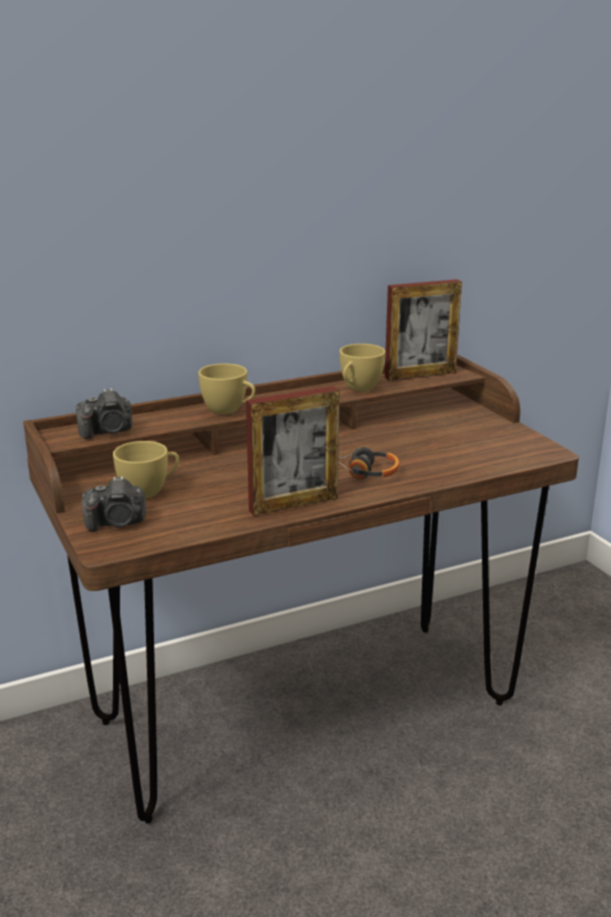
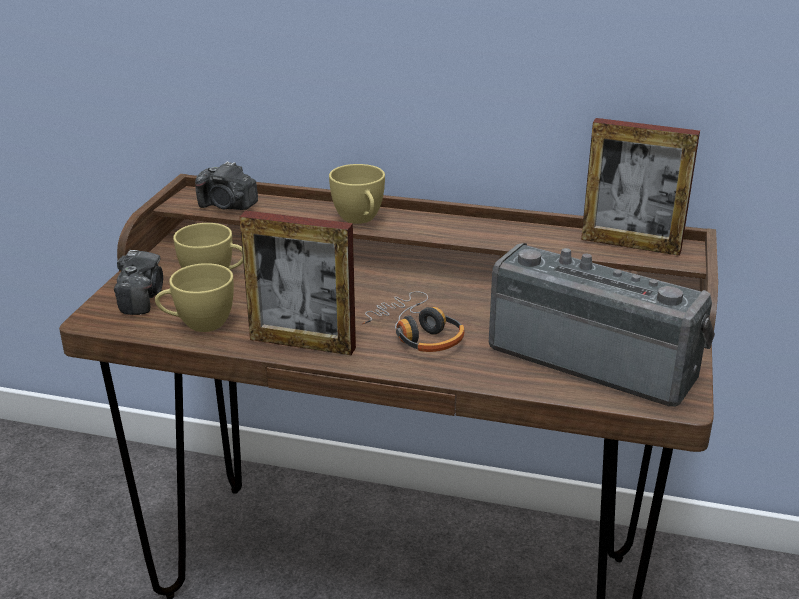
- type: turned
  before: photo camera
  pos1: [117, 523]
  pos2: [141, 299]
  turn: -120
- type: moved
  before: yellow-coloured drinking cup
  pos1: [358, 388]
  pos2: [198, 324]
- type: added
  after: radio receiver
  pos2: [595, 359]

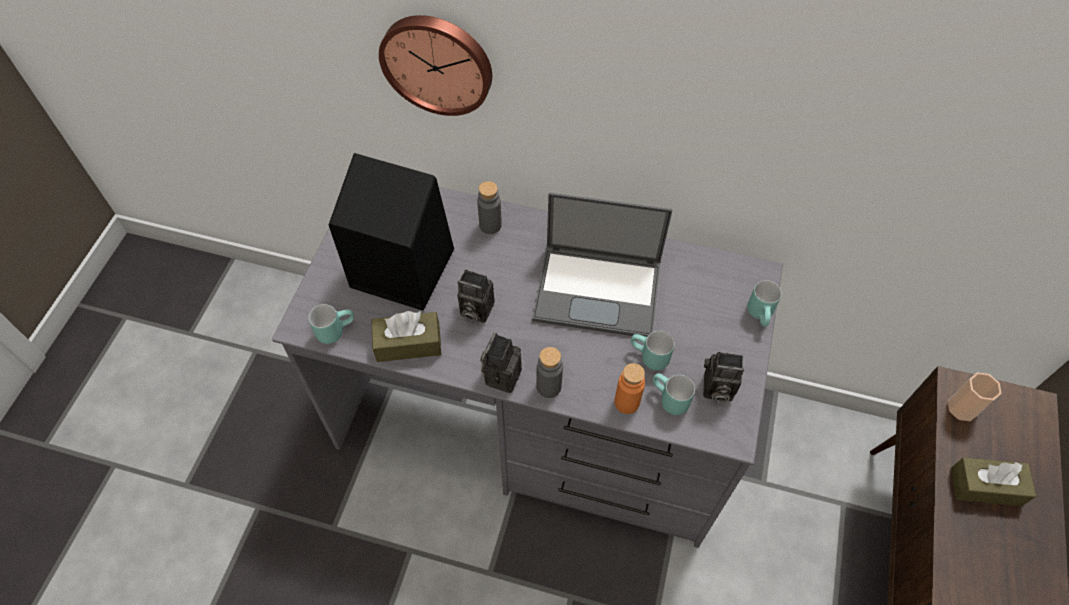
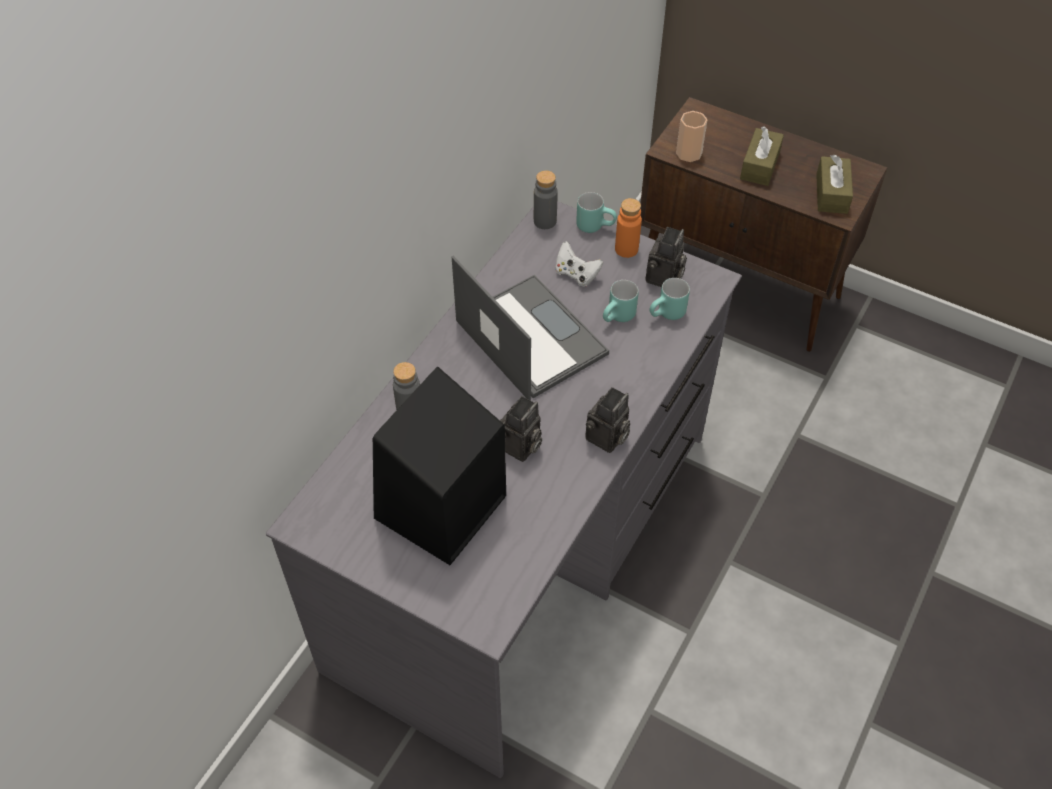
- type: removed
  before: turquoise-coloured tea mug
  pos1: [335, 329]
- type: moved
  before: brown-coloured box of tissues
  pos1: [408, 344]
  pos2: [831, 193]
- type: removed
  before: clock on the wall
  pos1: [437, 63]
- type: turned
  before: photo camera
  pos1: [501, 375]
  pos2: [607, 439]
  turn: -90
- type: turned
  before: laptop
  pos1: [599, 290]
  pos2: [529, 336]
  turn: -60
- type: moved
  before: gray bottle
  pos1: [548, 386]
  pos2: [545, 221]
- type: moved
  before: orange bottle
  pos1: [626, 402]
  pos2: [626, 249]
- type: added
  after: white-coloured joypad
  pos2: [576, 274]

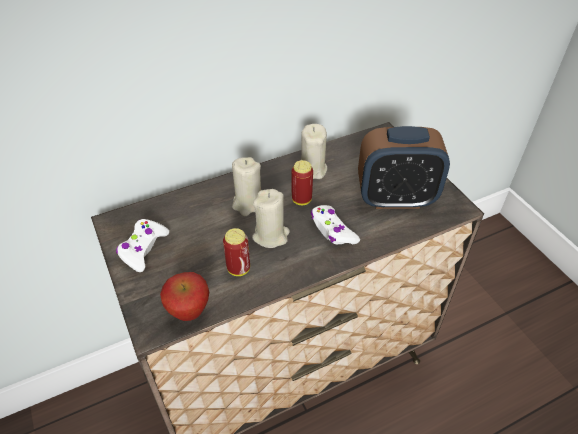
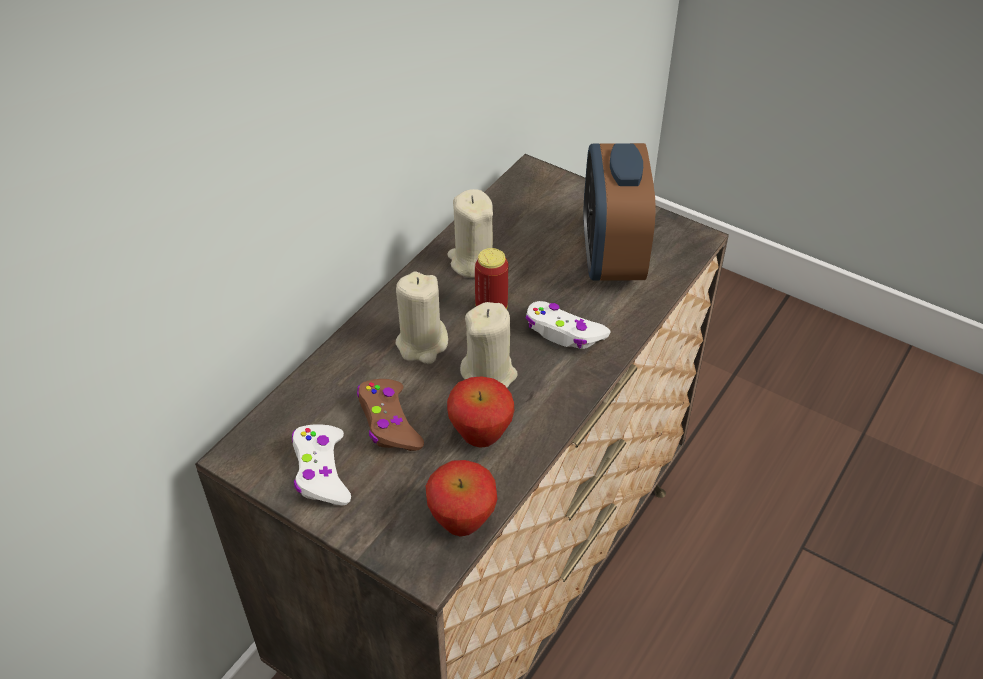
- type: replaced
  before: sealed can
  after: apple fruit
  pos1: [238, 269]
  pos2: [481, 437]
- type: turned
  before: table clock
  pos1: [395, 198]
  pos2: [611, 257]
  turn: 120
- type: added
  after: brown-coloured joypad
  pos2: [389, 422]

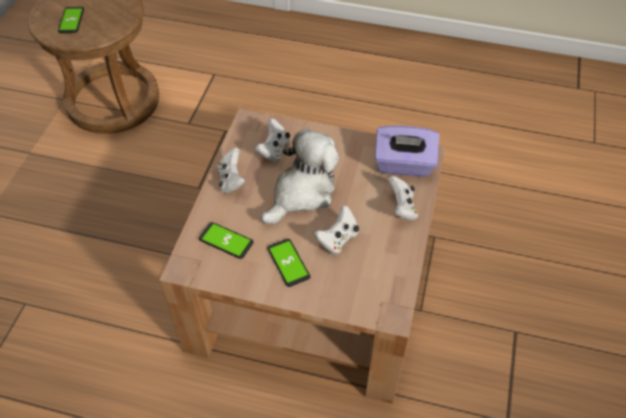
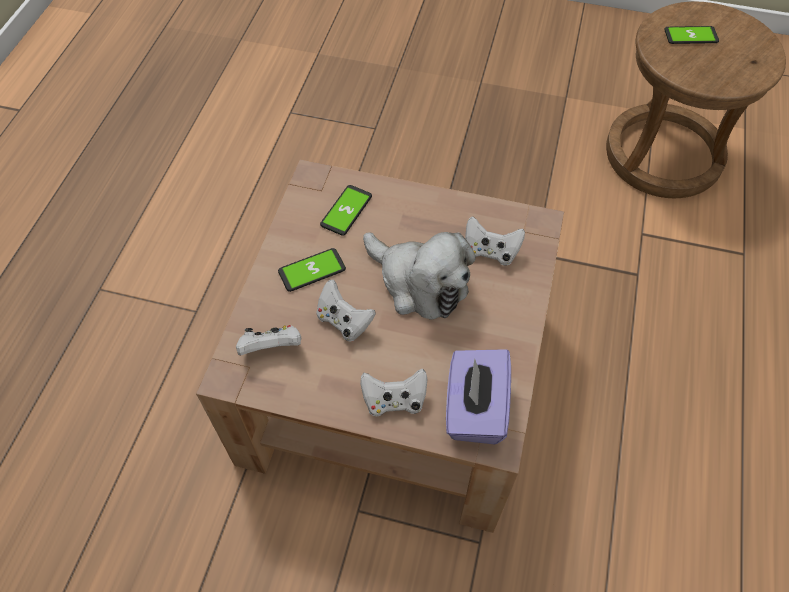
- type: moved
  before: white-coloured joypad
  pos1: [231, 180]
  pos2: [271, 348]

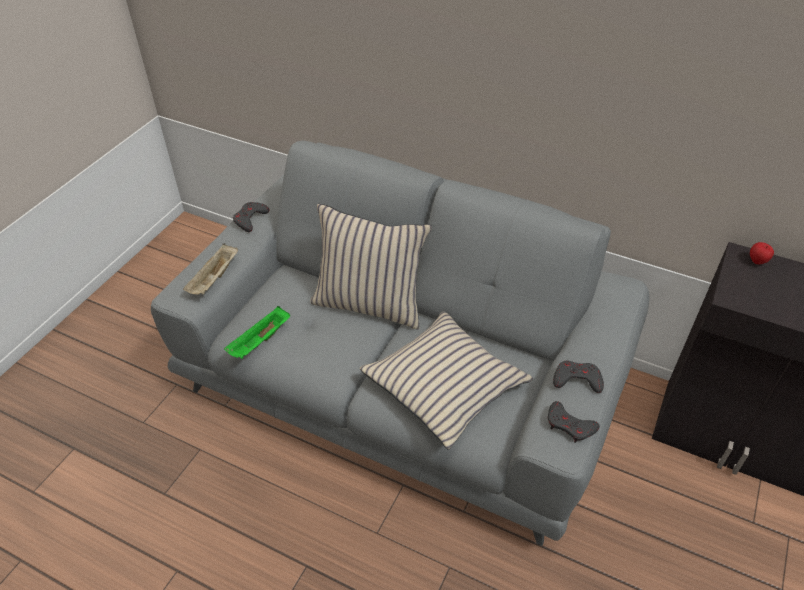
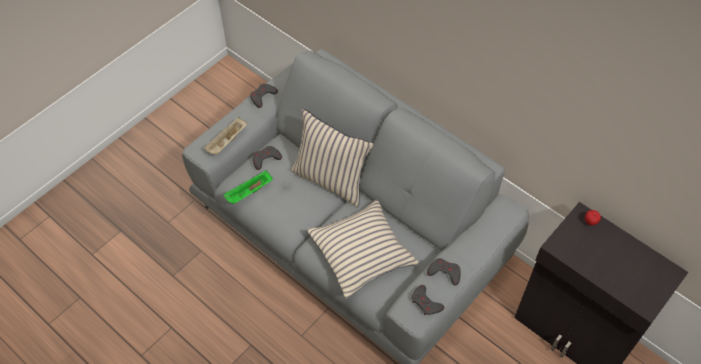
- type: added
  after: gray joypad
  pos2: [265, 159]

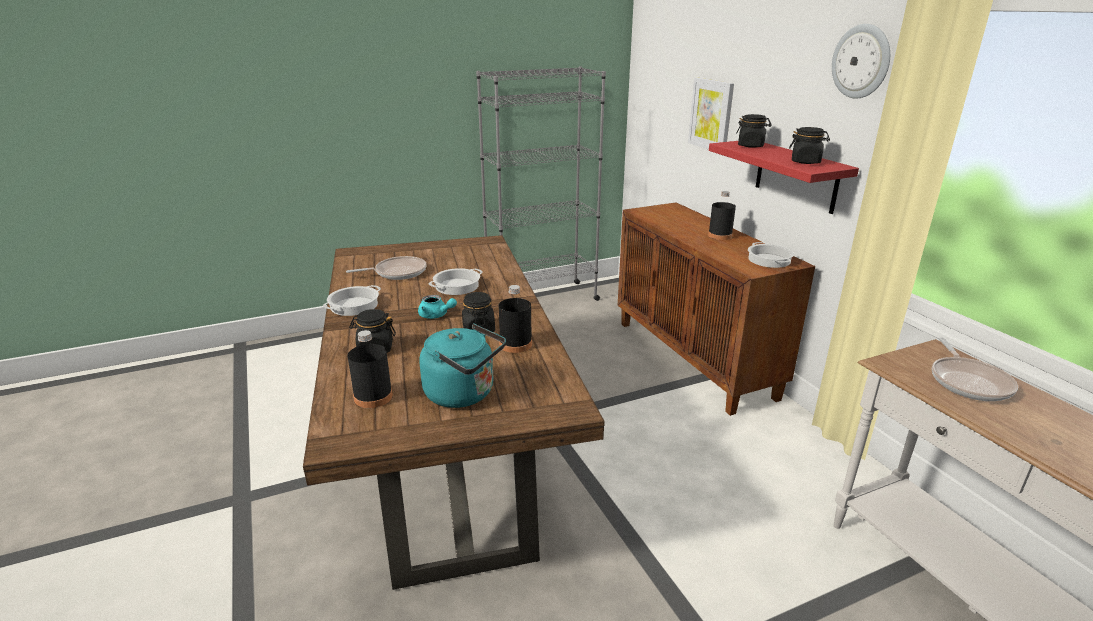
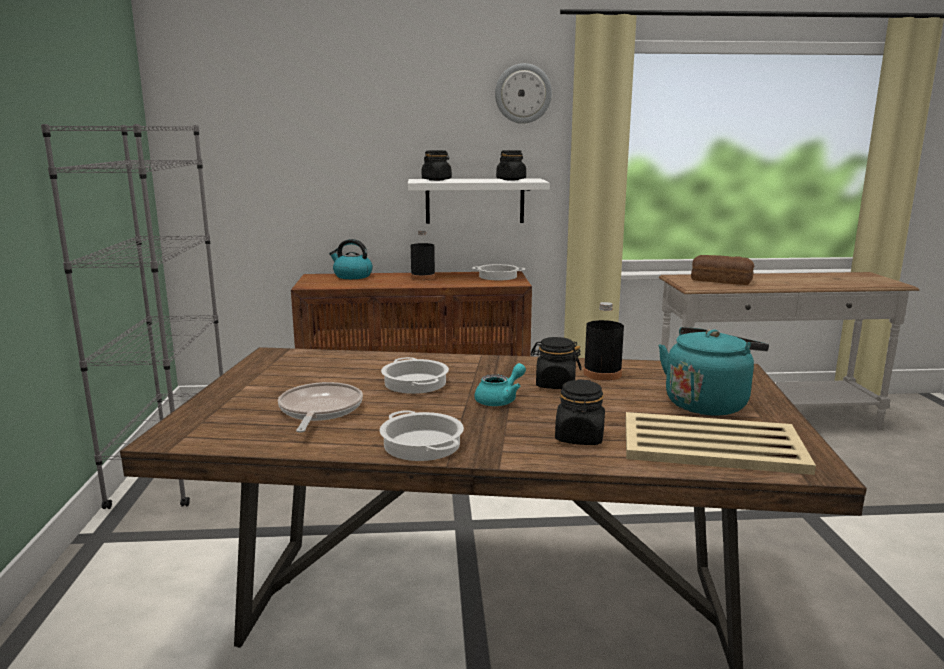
- type: replaced
  before: blackish bottle
  after: sand-coloured serving tray
  pos1: [373, 397]
  pos2: [709, 444]
- type: removed
  before: wall picture
  pos1: [711, 114]
- type: recoloured
  before: reddish bracket shelf
  after: white-coloured bracket shelf
  pos1: [796, 176]
  pos2: [475, 201]
- type: replaced
  before: pan
  after: bread
  pos1: [968, 382]
  pos2: [720, 280]
- type: added
  after: water kettle
  pos2: [352, 276]

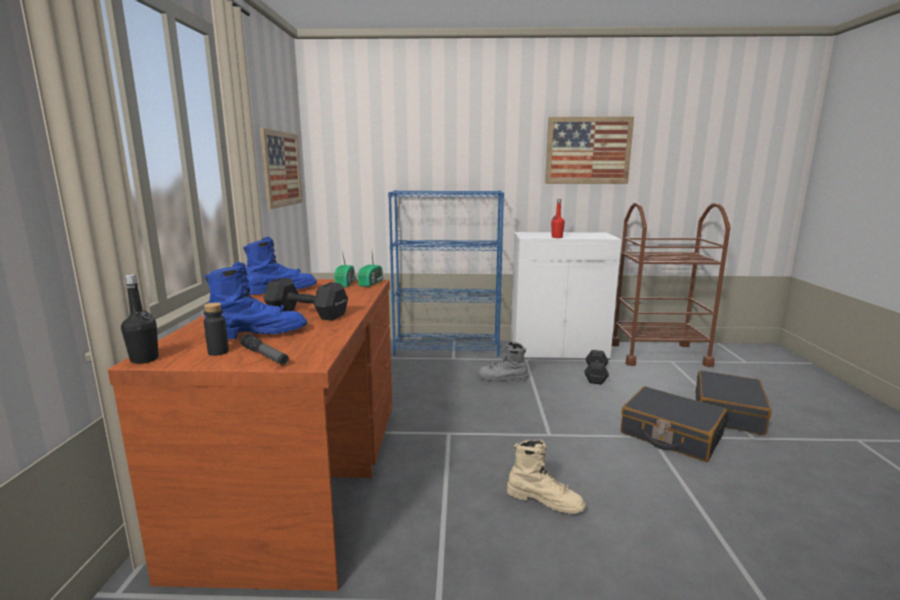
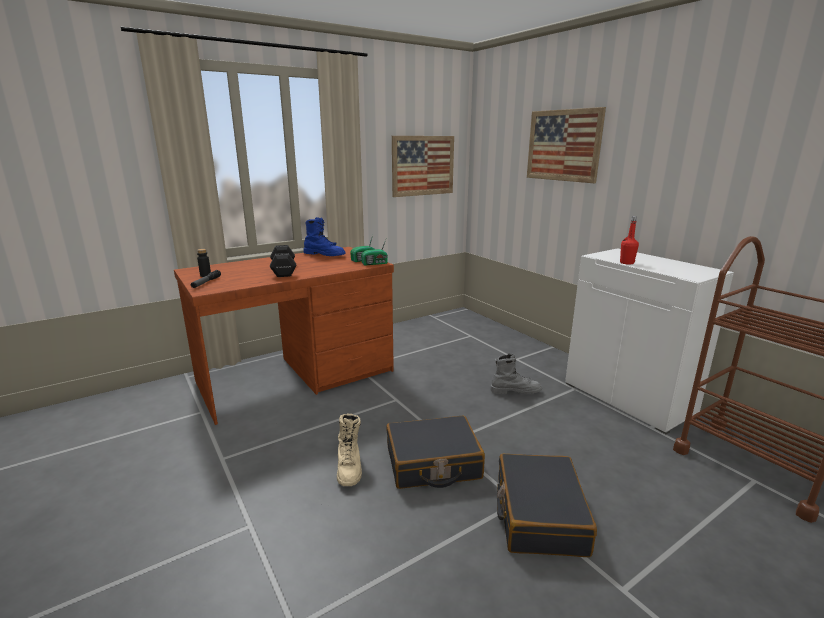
- type: removed
  before: blackish bottle
  pos1: [144, 359]
- type: removed
  before: blue tall boot
  pos1: [258, 334]
- type: removed
  before: blue bookcase
  pos1: [447, 348]
- type: turned
  before: gray tall boot
  pos1: [502, 378]
  pos2: [515, 391]
  turn: 120
- type: moved
  before: wall picture
  pos1: [588, 150]
  pos2: [563, 145]
- type: removed
  before: blackish hand weight
  pos1: [596, 375]
- type: moved
  before: blackish piece of luggage
  pos1: [728, 413]
  pos2: [433, 463]

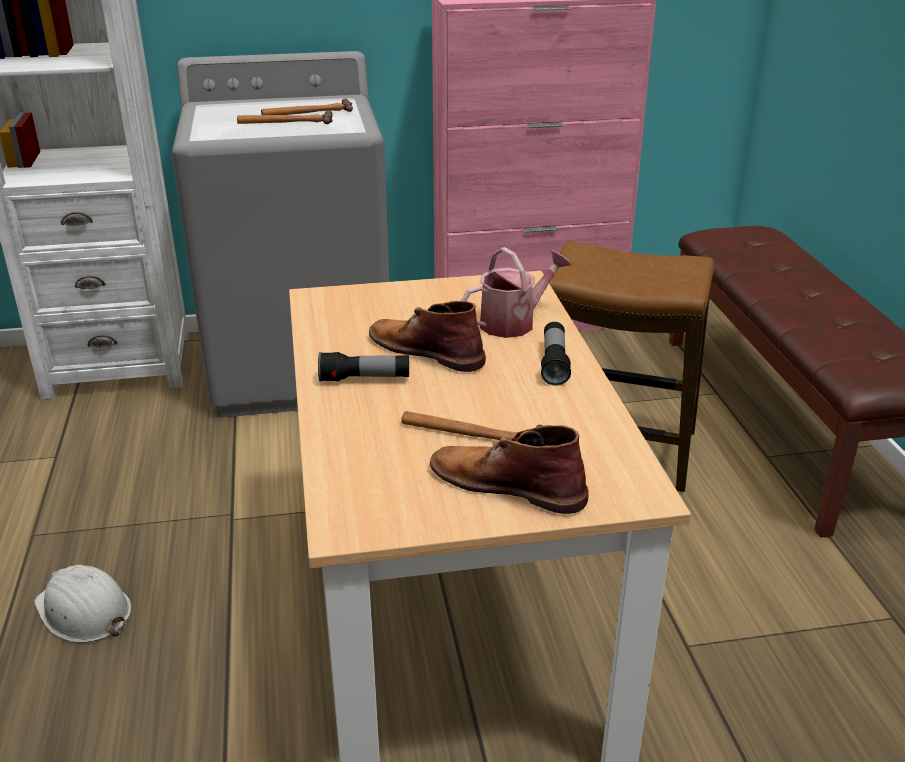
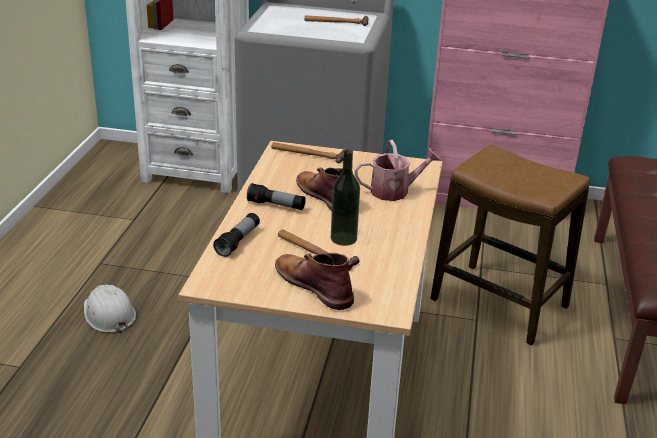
- type: moved
  before: hammer
  pos1: [285, 122]
  pos2: [308, 154]
- type: moved
  before: hand torch
  pos1: [554, 363]
  pos2: [238, 241]
- type: added
  after: bottle
  pos2: [343, 238]

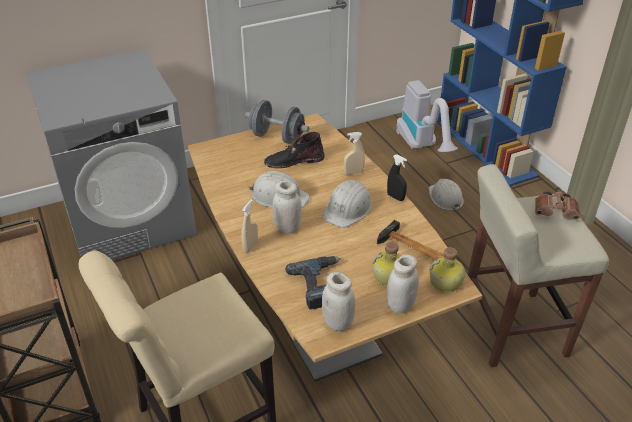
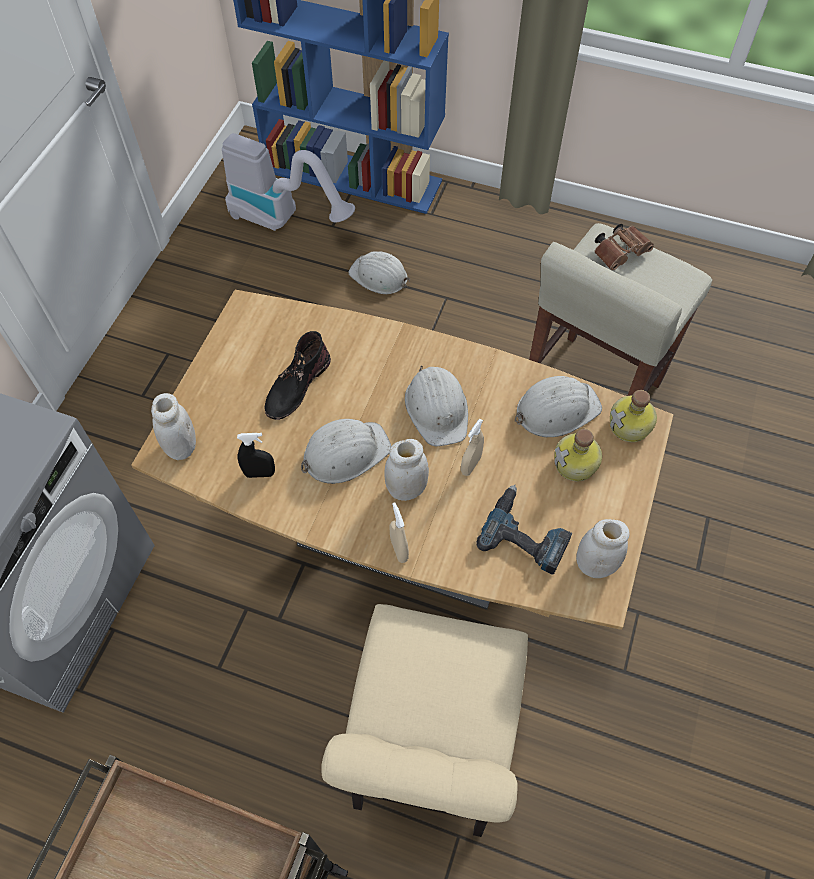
- type: removed
  before: gray hand weight
  pos1: [277, 137]
- type: moved
  before: sand-coloured hand sprayer
  pos1: [353, 173]
  pos2: [471, 465]
- type: replaced
  before: hammer
  after: white-coloured hard hat
  pos1: [412, 248]
  pos2: [556, 409]
- type: moved
  before: blackish hand sprayer
  pos1: [395, 197]
  pos2: [259, 473]
- type: moved
  before: white-coloured preserve jar
  pos1: [400, 305]
  pos2: [181, 447]

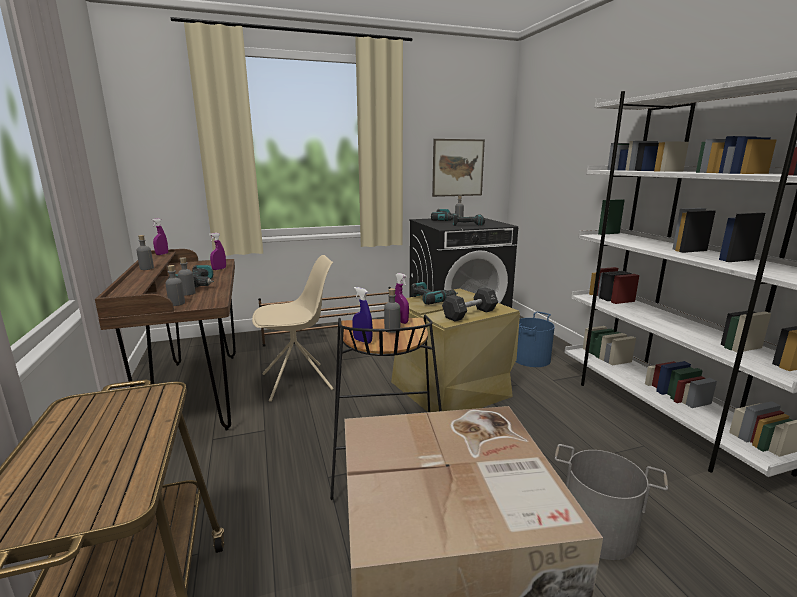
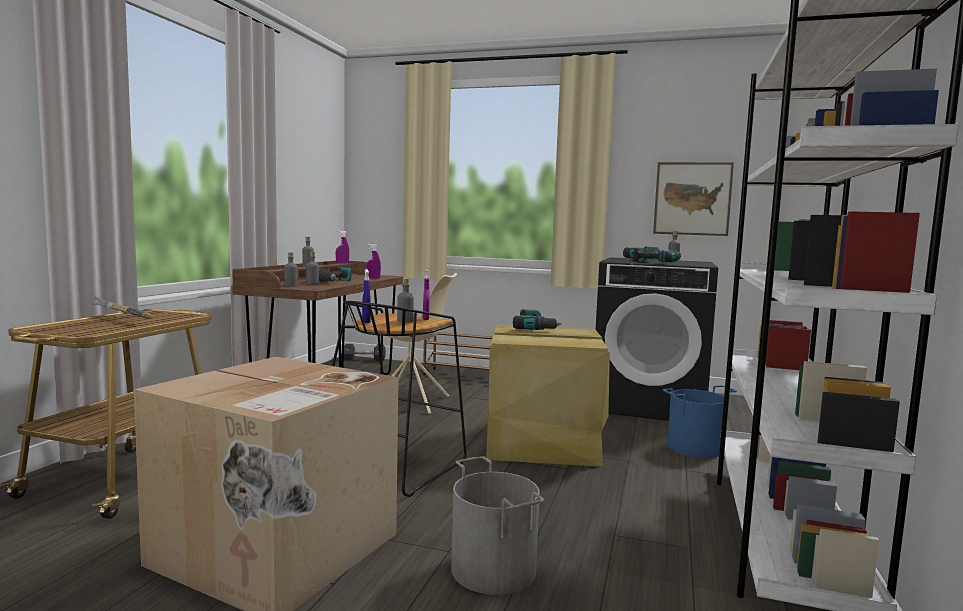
- type: moved
  before: blackish hand weight
  pos1: [469, 314]
  pos2: [364, 360]
- type: added
  after: hammer
  pos2: [128, 318]

